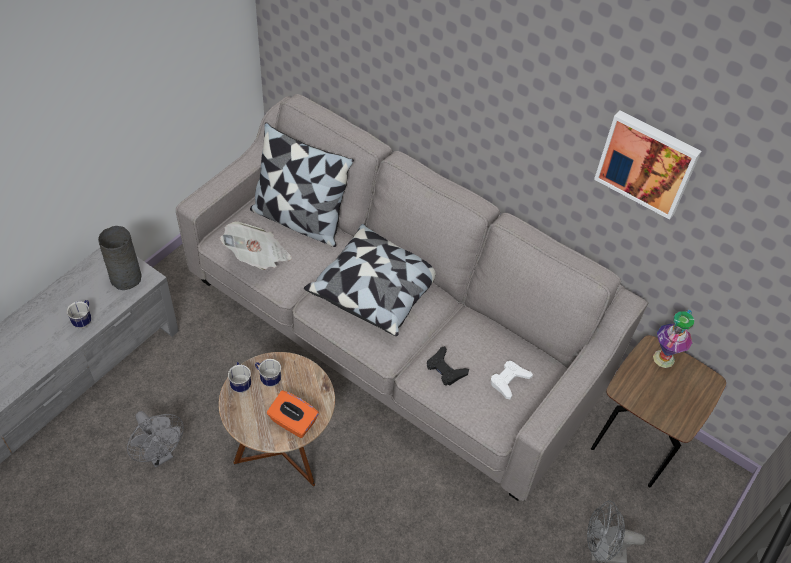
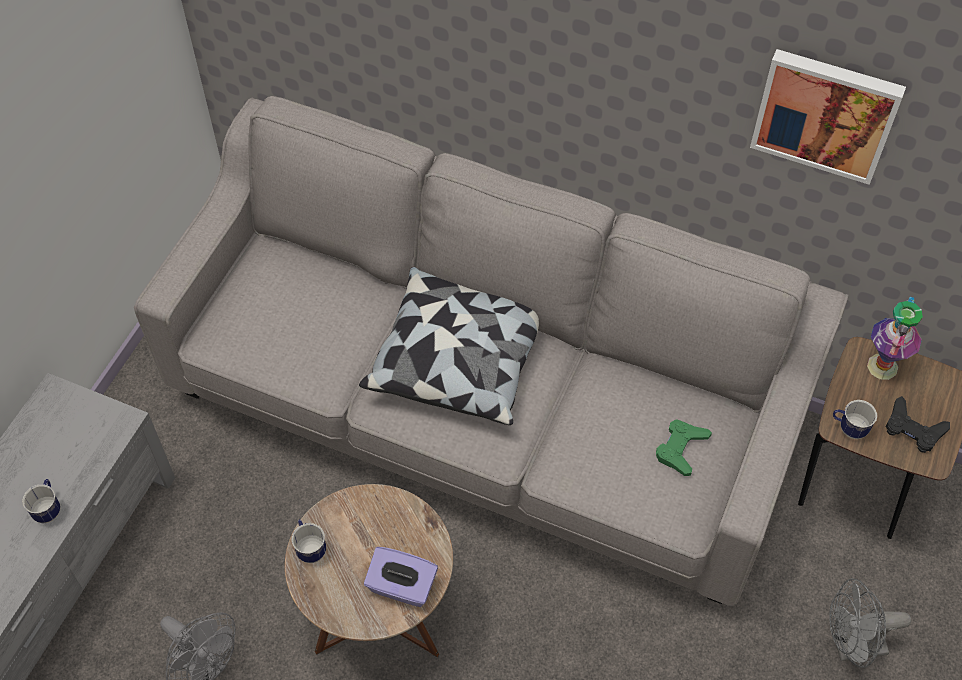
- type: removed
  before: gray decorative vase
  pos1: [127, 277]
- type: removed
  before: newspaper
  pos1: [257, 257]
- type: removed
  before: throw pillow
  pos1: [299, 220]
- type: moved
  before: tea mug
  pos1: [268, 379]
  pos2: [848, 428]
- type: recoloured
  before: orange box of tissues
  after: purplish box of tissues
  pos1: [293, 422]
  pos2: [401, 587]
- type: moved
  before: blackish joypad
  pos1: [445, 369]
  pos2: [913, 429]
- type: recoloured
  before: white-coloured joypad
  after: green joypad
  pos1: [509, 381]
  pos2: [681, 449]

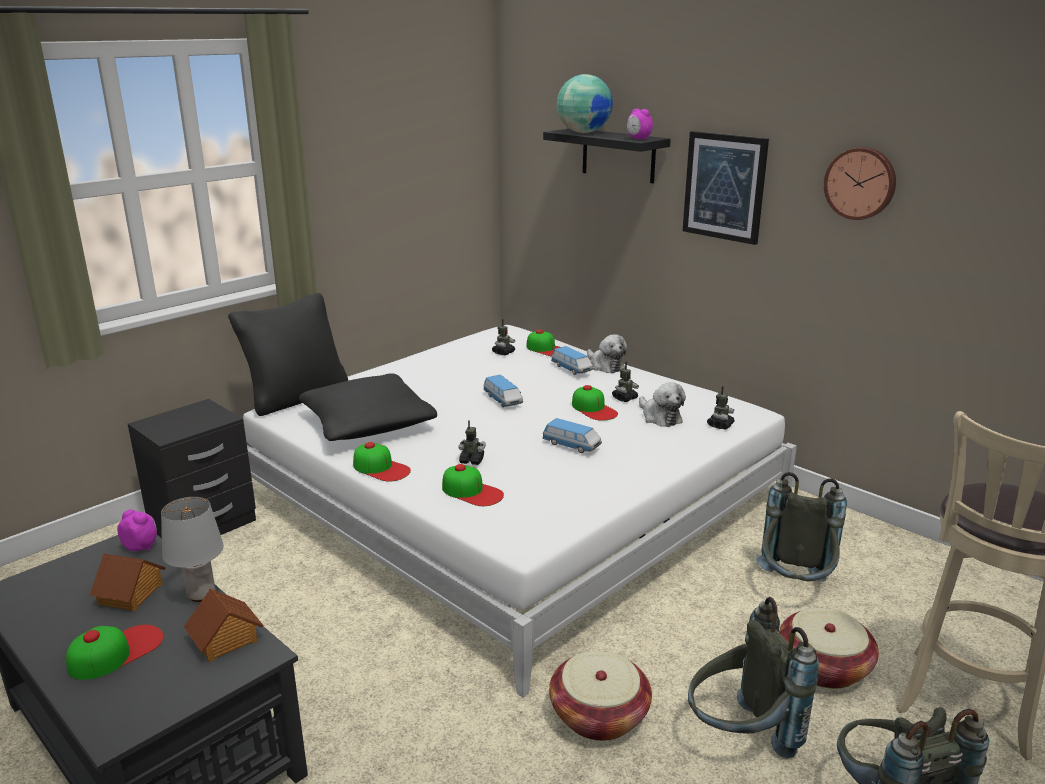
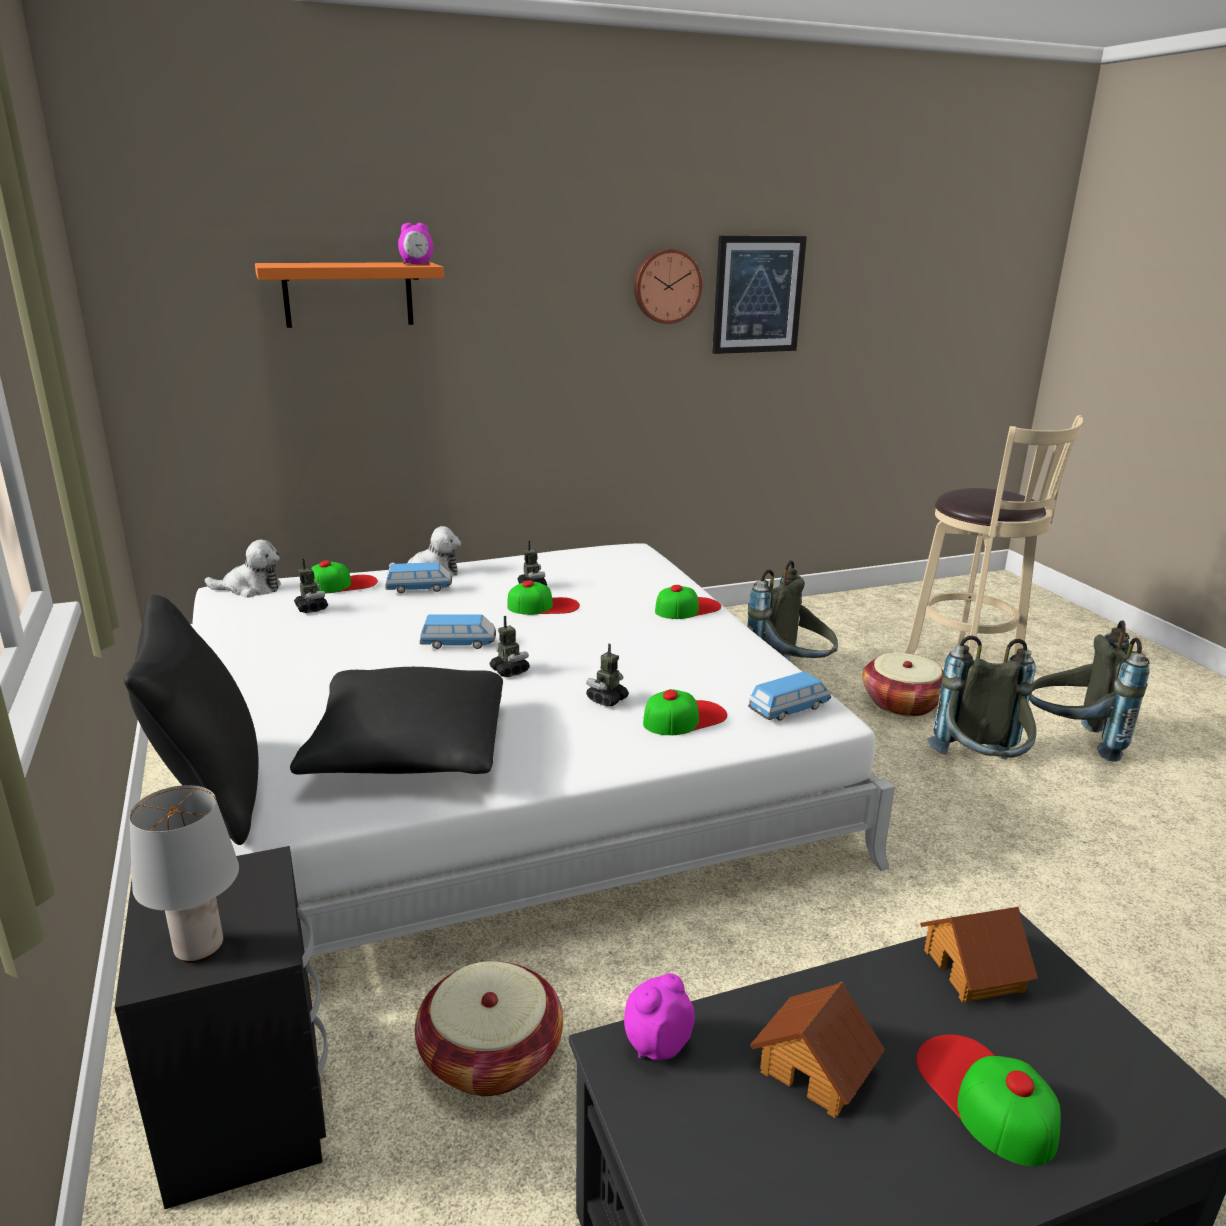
- type: moved
  before: gray lamp for a table
  pos1: [202, 595]
  pos2: [200, 948]
- type: moved
  before: baseball cap
  pos1: [381, 468]
  pos2: [687, 608]
- type: moved
  before: miniature car
  pos1: [571, 445]
  pos2: [789, 709]
- type: recoloured
  before: blackish bracket shelf
  after: orange bracket shelf
  pos1: [618, 155]
  pos2: [348, 294]
- type: moved
  before: basket
  pos1: [599, 715]
  pos2: [491, 1055]
- type: removed
  before: world globe
  pos1: [583, 132]
- type: moved
  before: plush toy
  pos1: [660, 417]
  pos2: [250, 589]
- type: moved
  before: wall picture
  pos1: [724, 187]
  pos2: [757, 294]
- type: moved
  before: robot figure
  pos1: [720, 425]
  pos2: [509, 671]

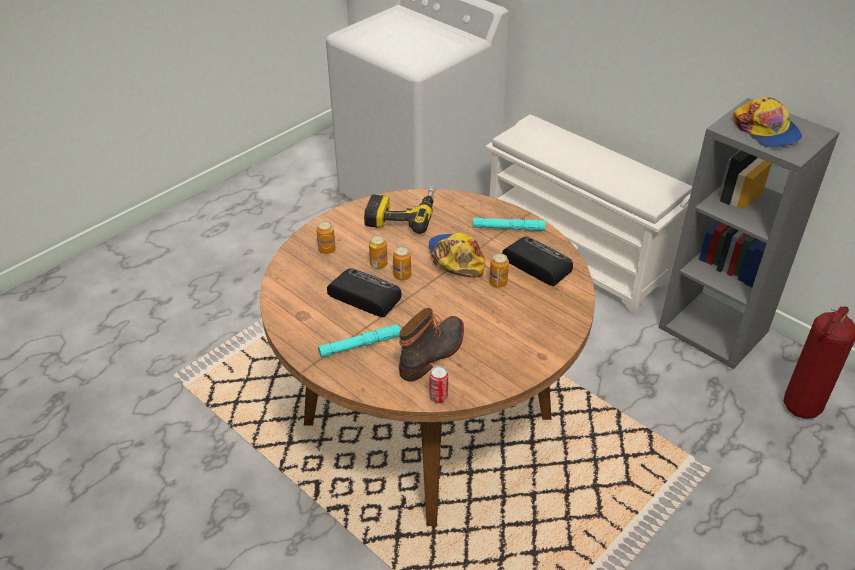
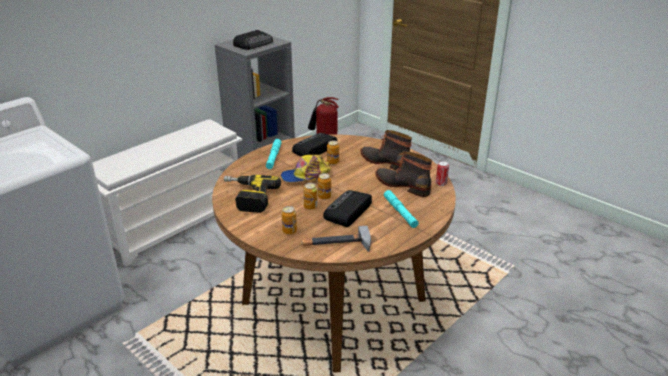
- type: replaced
  before: baseball cap
  after: radio receiver
  pos1: [766, 131]
  pos2: [254, 44]
- type: added
  after: hammer
  pos2: [336, 243]
- type: added
  after: tall boot
  pos2: [386, 162]

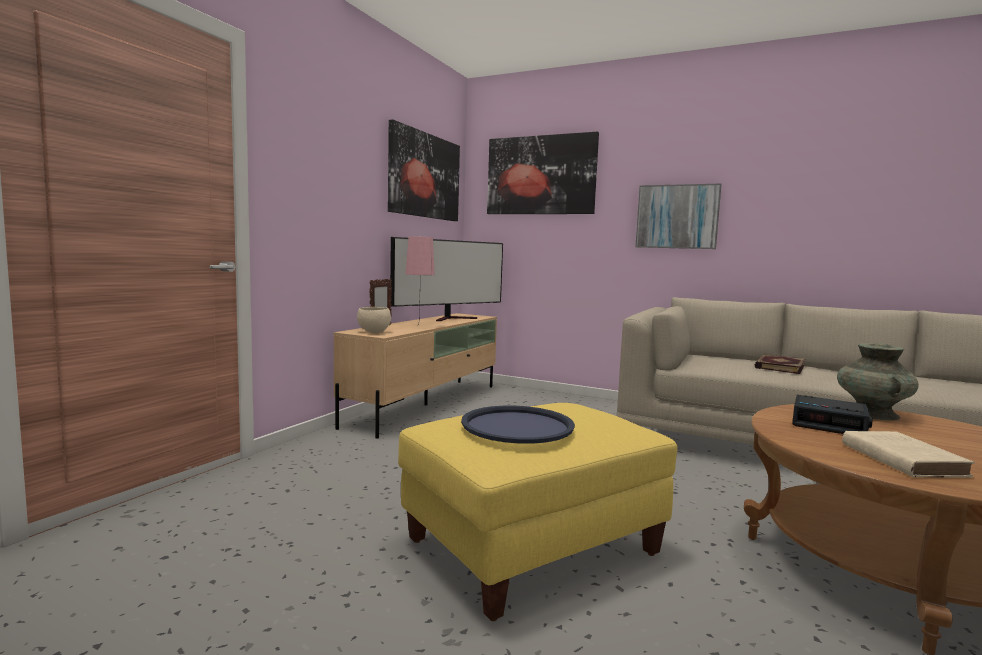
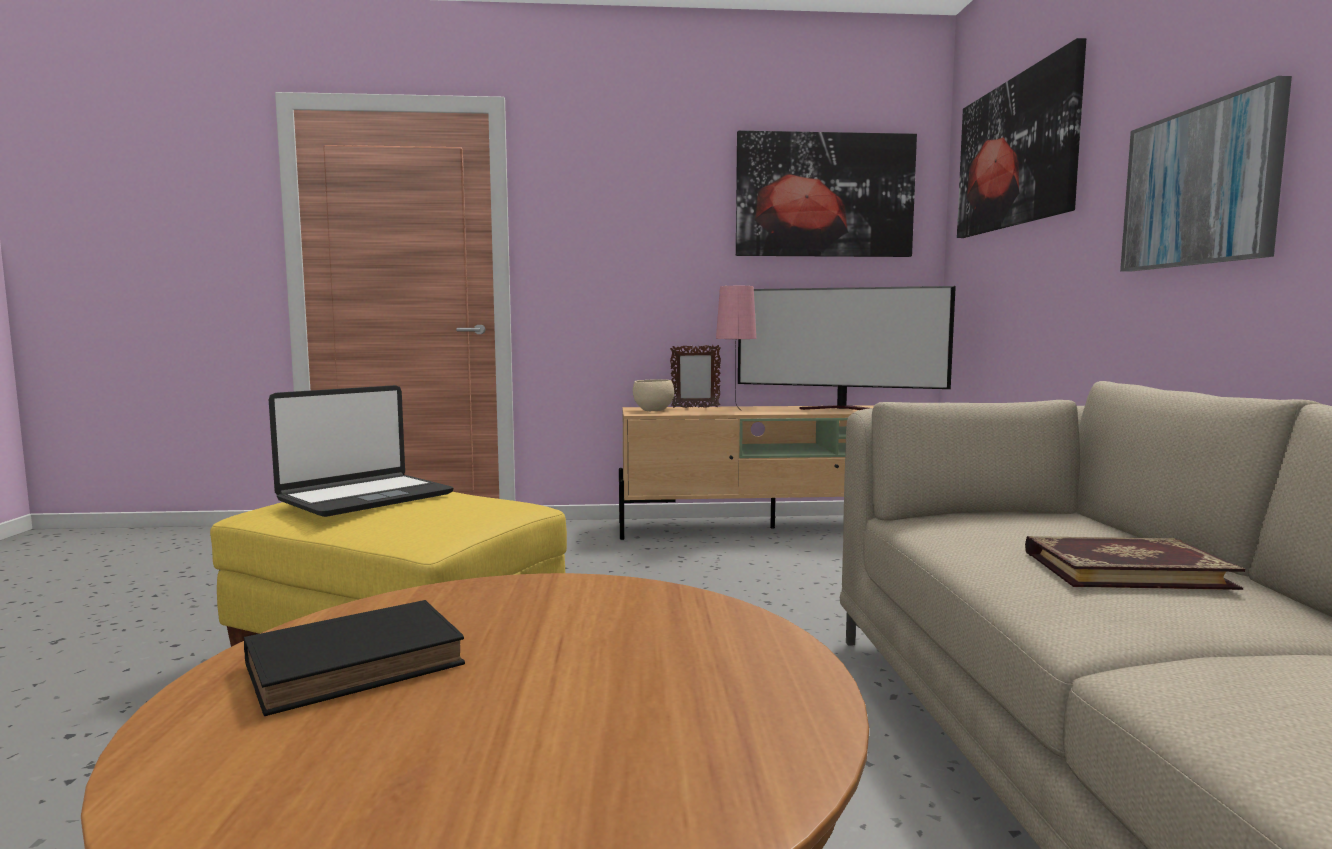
- type: replaced
  before: blue serving tray
  after: laptop
  pos1: [517, 426]
  pos2: [365, 497]
- type: removed
  before: table clock
  pos1: [829, 424]
- type: removed
  before: turquoise-coloured decorative vase
  pos1: [872, 414]
- type: recoloured
  before: sand-coloured volume
  after: blackish volume
  pos1: [900, 459]
  pos2: [361, 664]

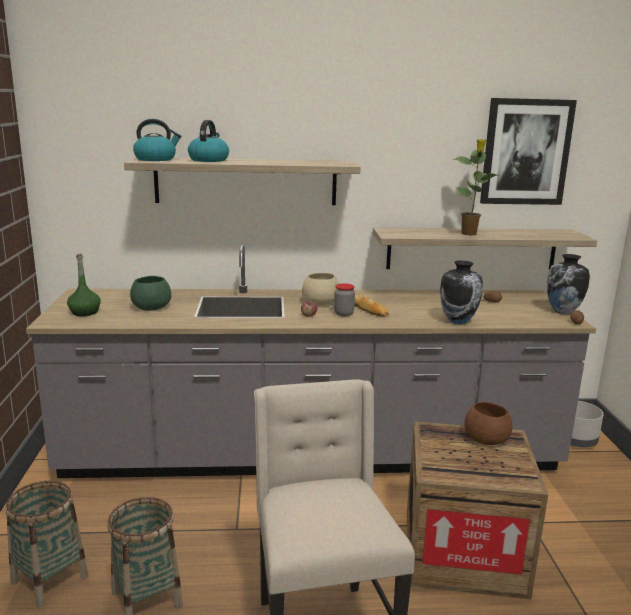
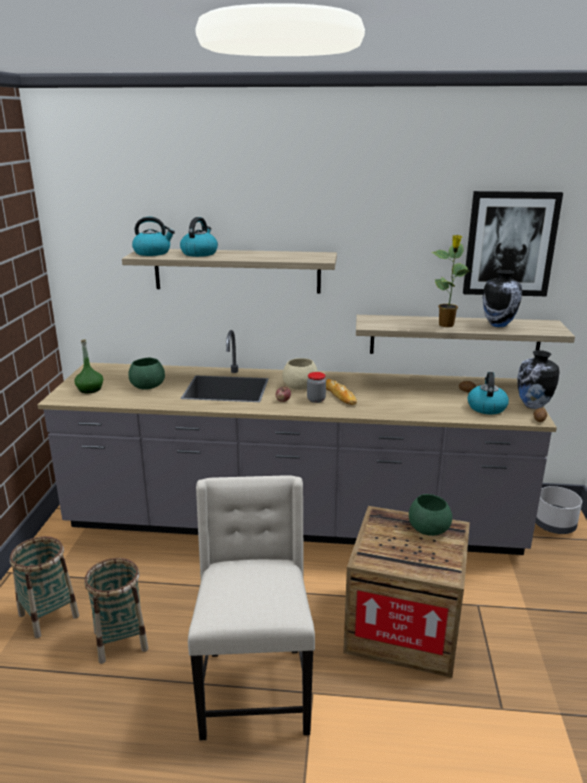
- type: moved
  before: decorative vase
  pos1: [458, 321]
  pos2: [498, 325]
- type: recoloured
  before: brown-coloured bowl
  after: green bowl
  pos1: [485, 438]
  pos2: [428, 528]
- type: added
  after: water kettle
  pos2: [486, 407]

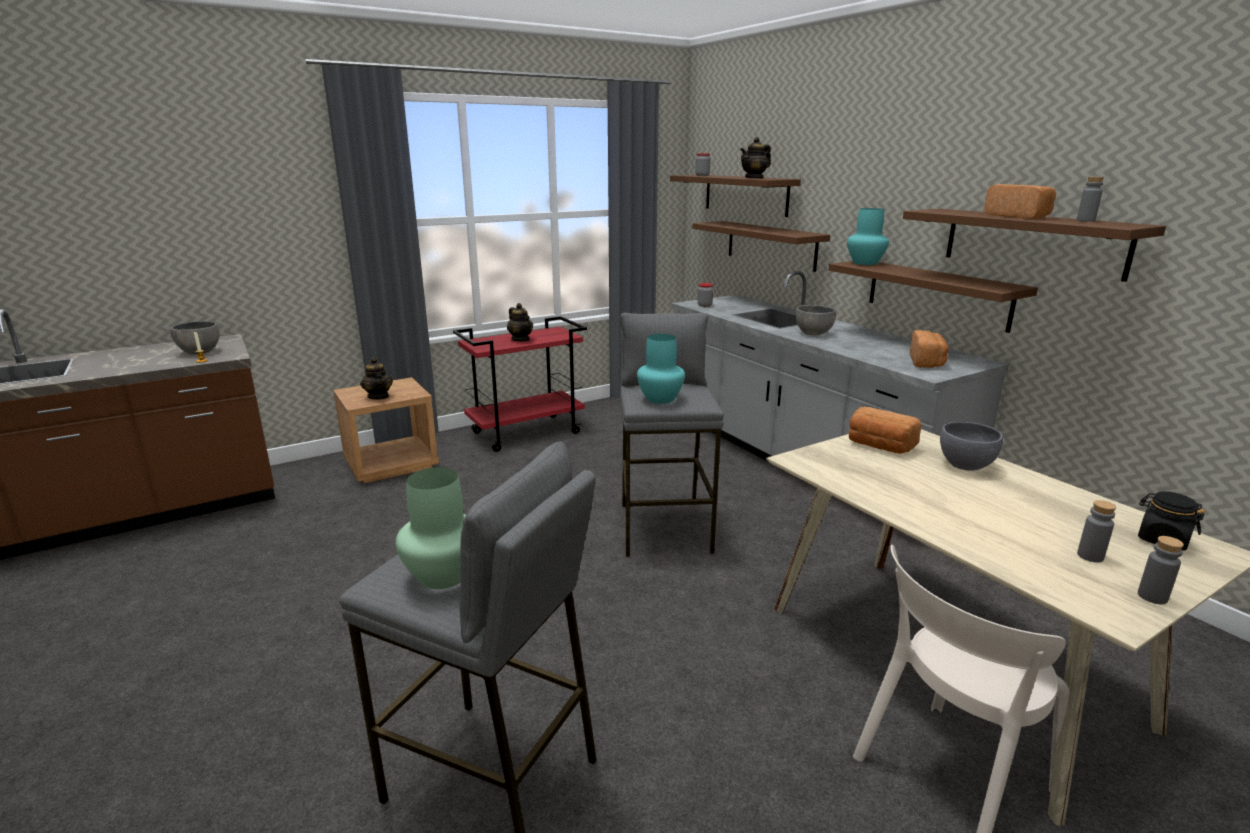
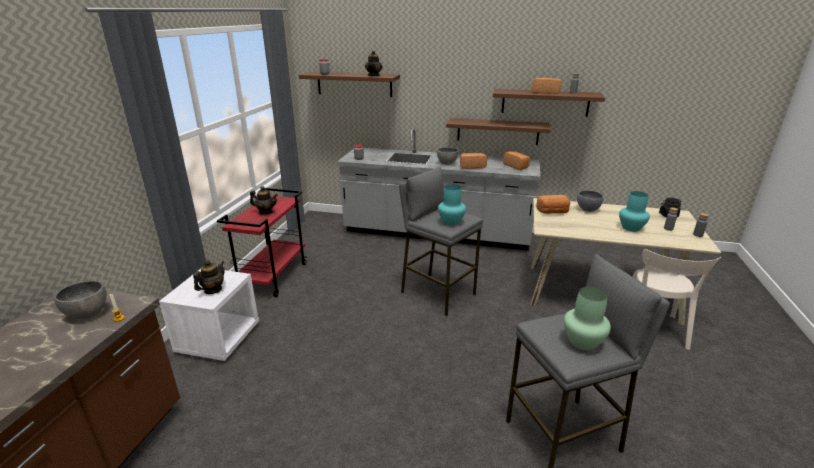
- type: recoloured
  before: brown-coloured nightstand
  after: white-coloured nightstand
  pos1: [391, 464]
  pos2: [219, 339]
- type: turned
  before: tea pot
  pos1: [378, 396]
  pos2: [213, 290]
  turn: -75
- type: removed
  before: brown-coloured bracket shelf
  pos1: [771, 245]
- type: moved
  before: turquoise-coloured decorative vase
  pos1: [864, 263]
  pos2: [631, 228]
- type: added
  after: bread
  pos2: [472, 166]

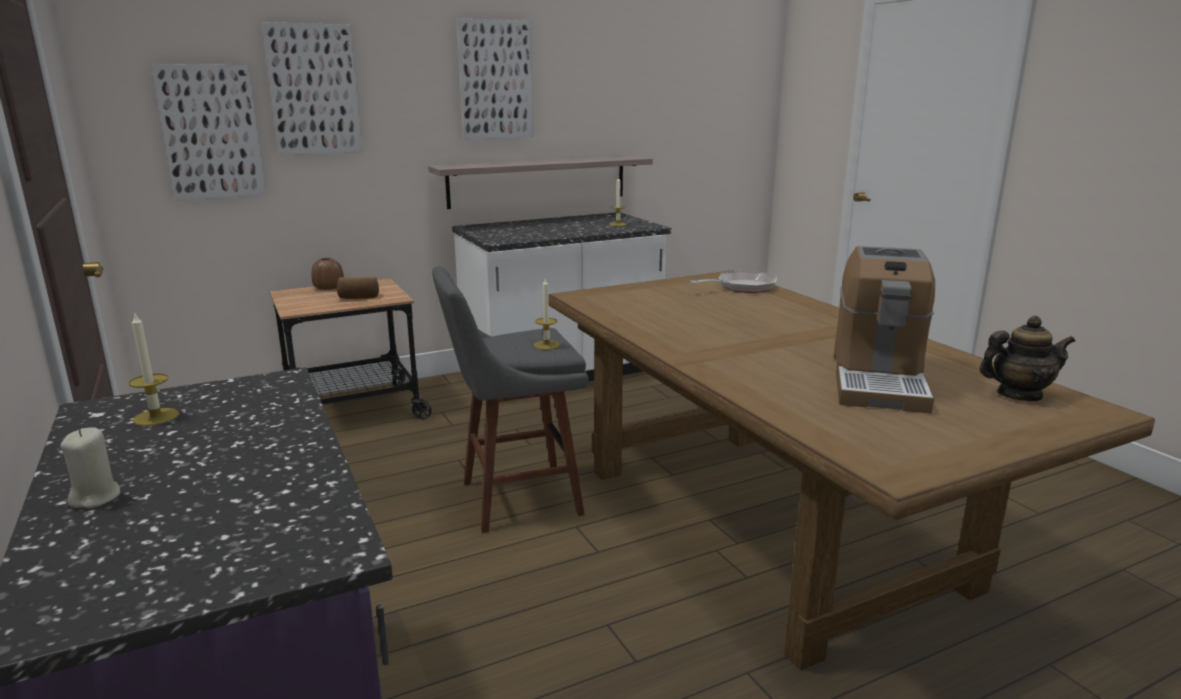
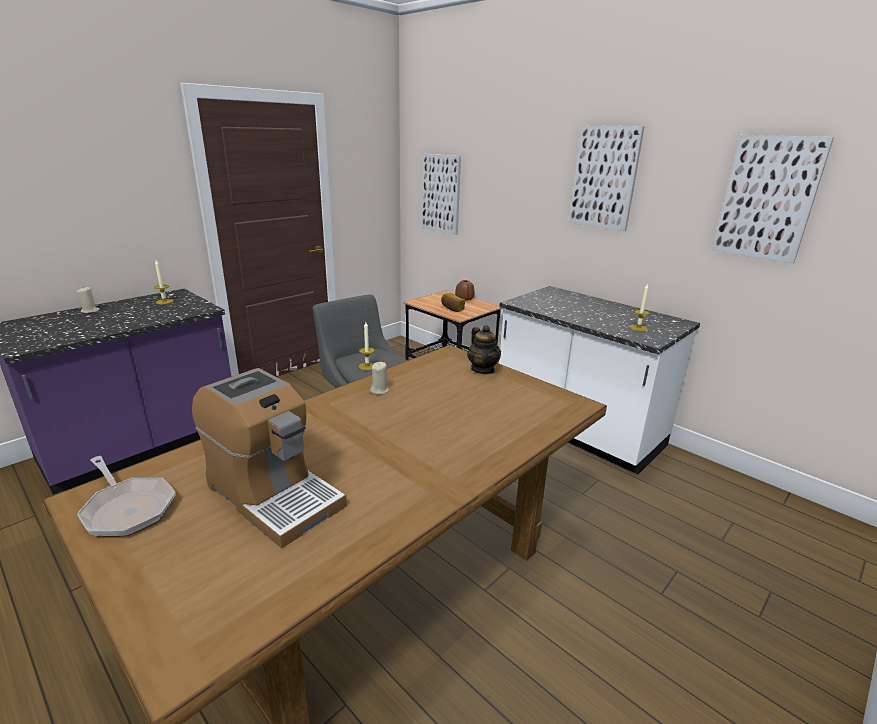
- type: moved
  before: wall picture
  pos1: [314, 90]
  pos2: [768, 198]
- type: removed
  before: bracket shelf
  pos1: [538, 181]
- type: moved
  before: pan
  pos1: [742, 287]
  pos2: [127, 508]
- type: turned
  before: coffee machine
  pos1: [877, 381]
  pos2: [273, 494]
  turn: -135
- type: moved
  before: tea pot
  pos1: [1018, 395]
  pos2: [483, 369]
- type: added
  after: sand-coloured wax light
  pos2: [379, 390]

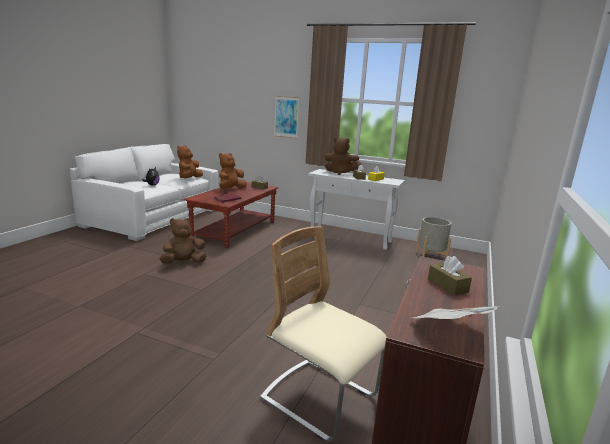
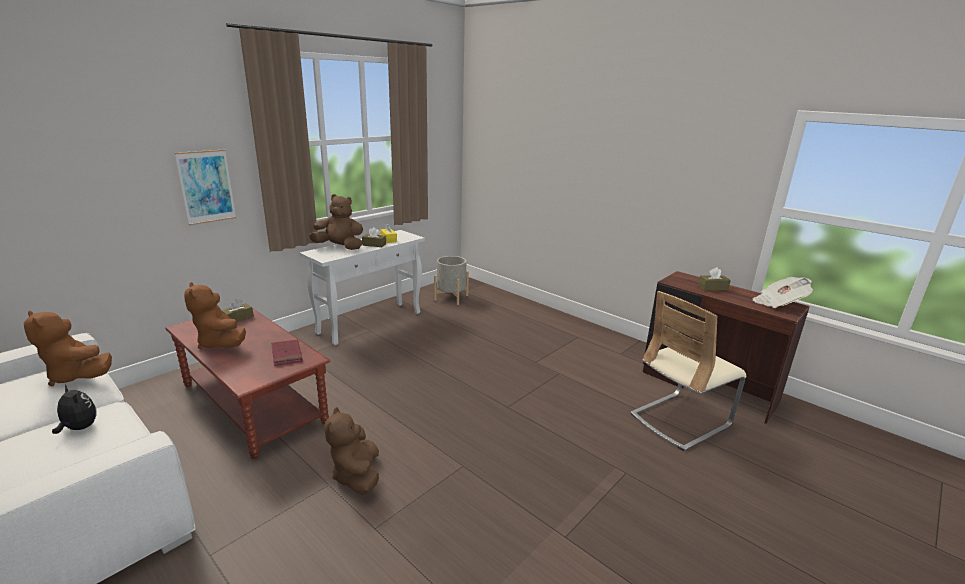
- type: turned
  before: brown-coloured plush toy
  pos1: [340, 173]
  pos2: [340, 247]
  turn: -120

